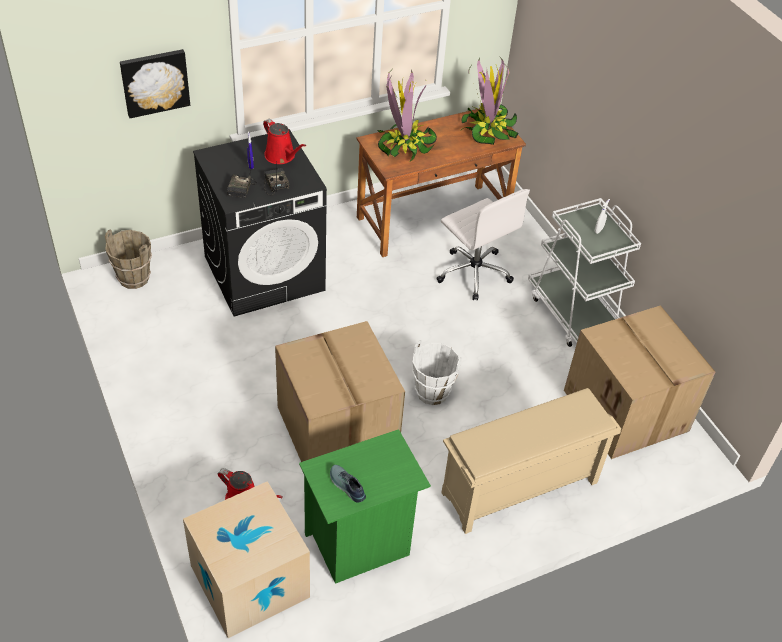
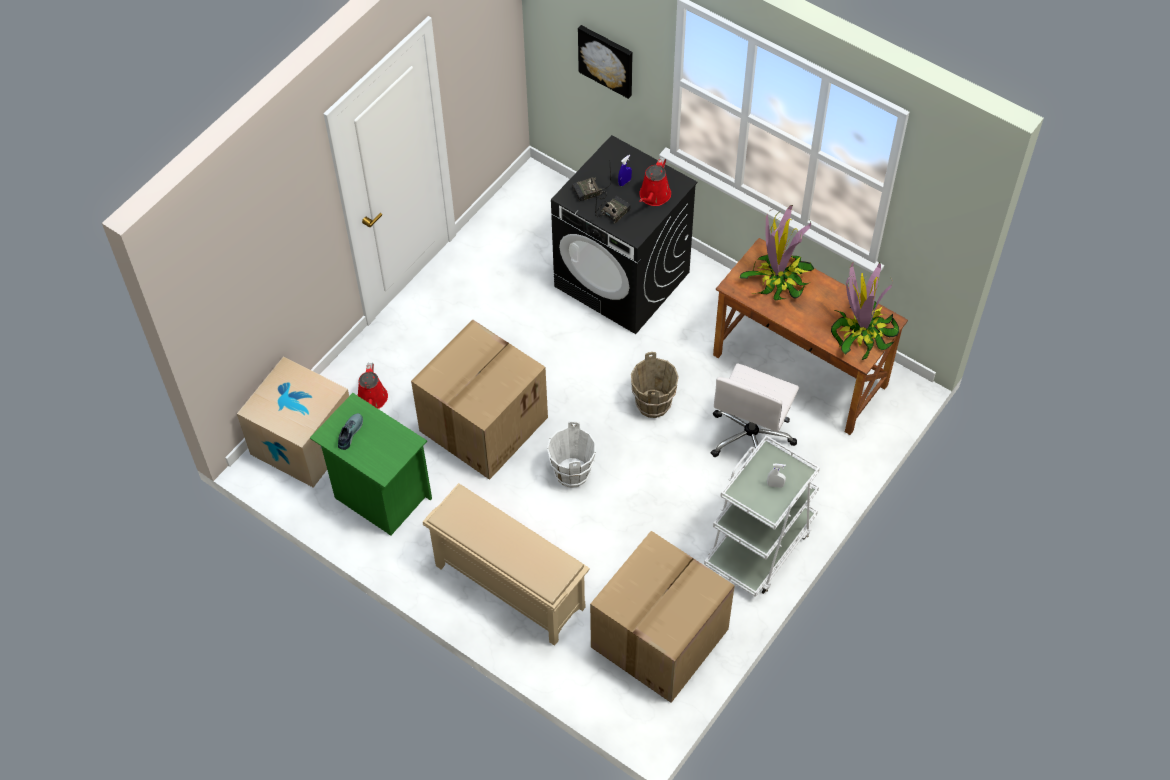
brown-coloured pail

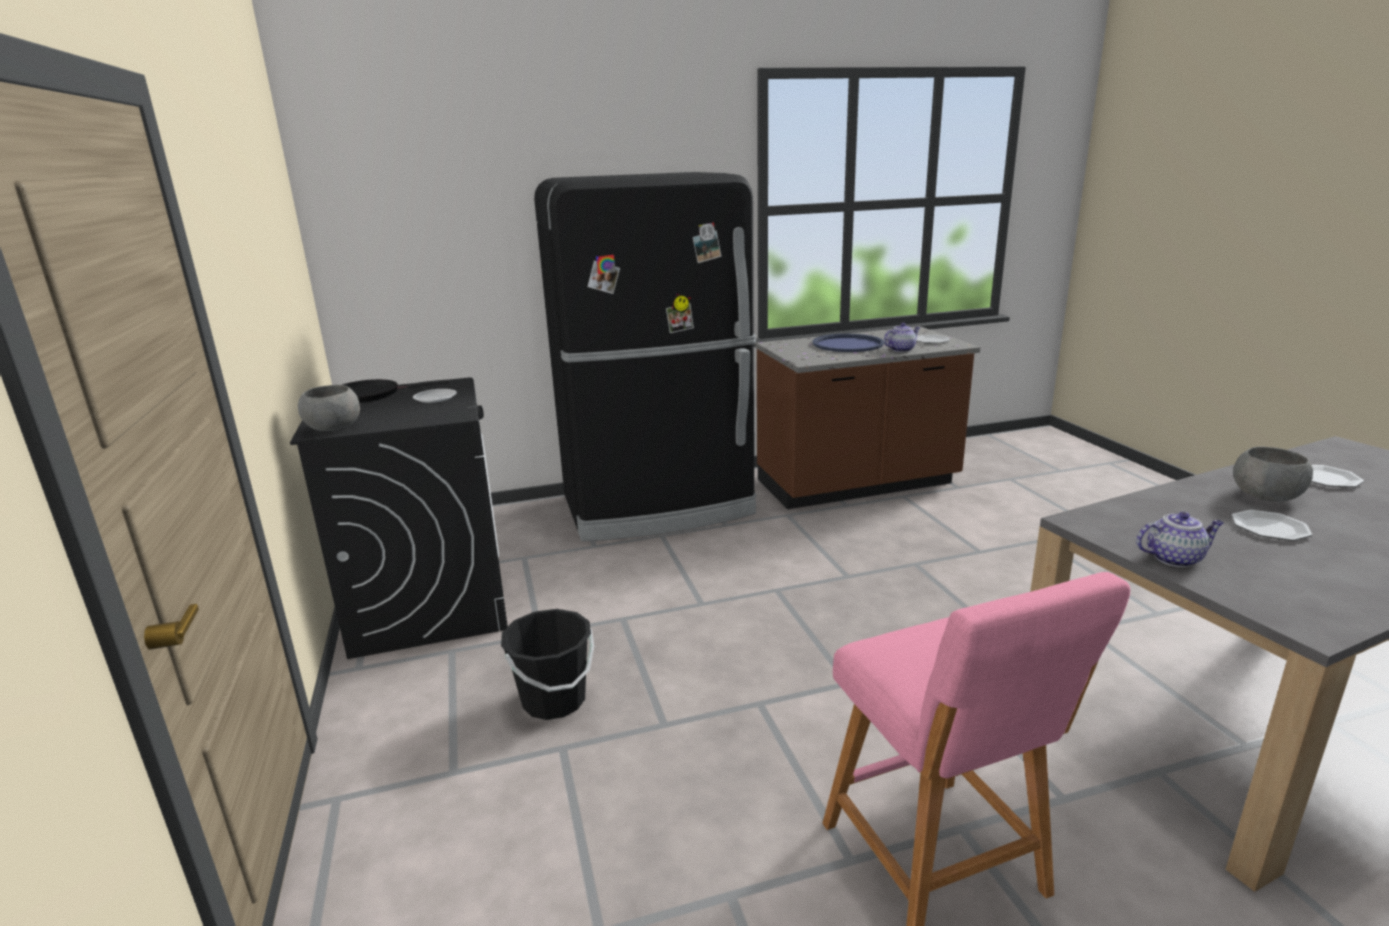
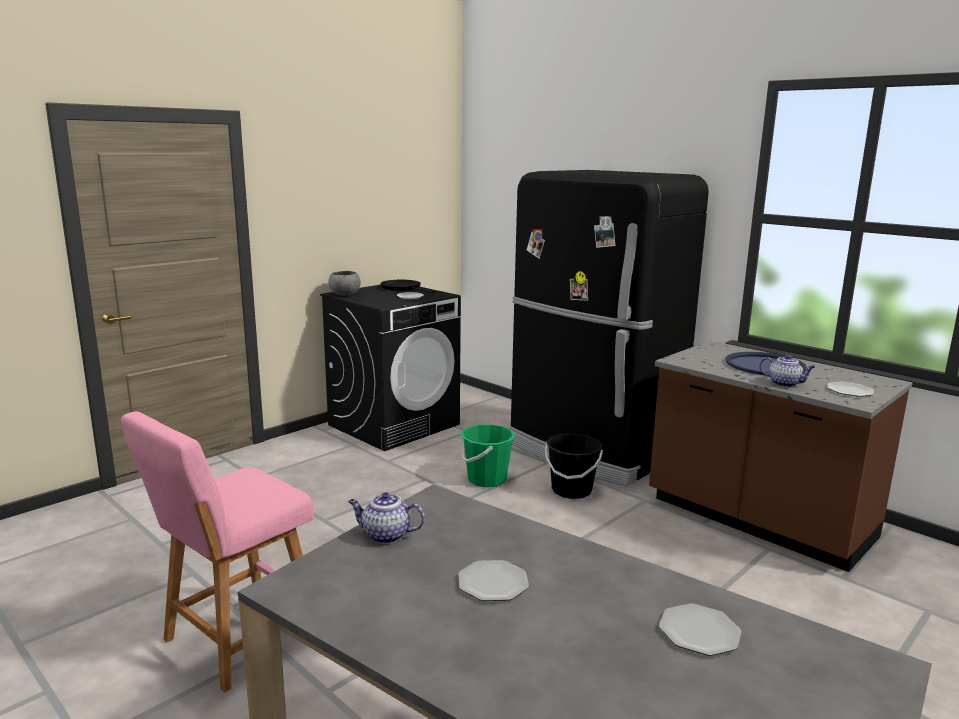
grey serving bowl (2nd from left in the first image); teapot (1st from left); black-coloured pail; green-coloured pail

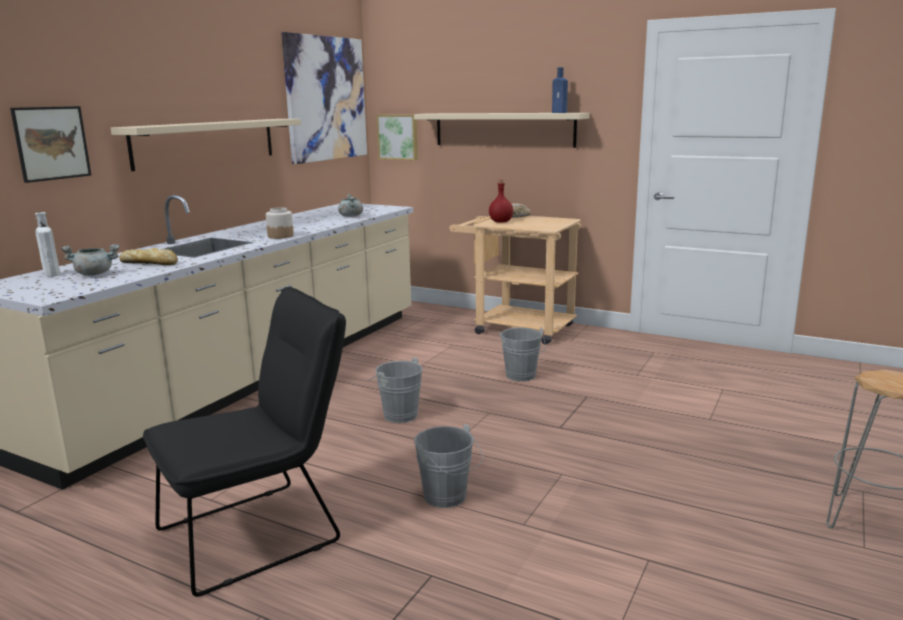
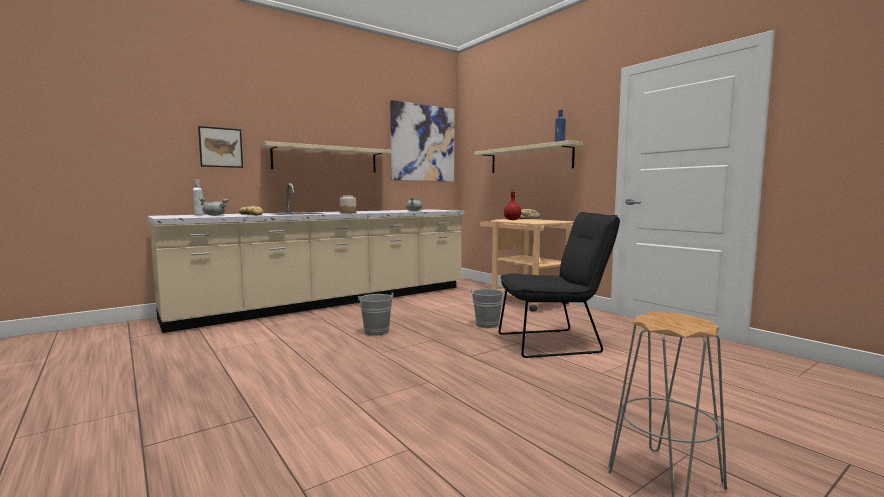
wall art (3rd from left in the first image); black-coloured chair; grey pail (2nd from left in the first image)

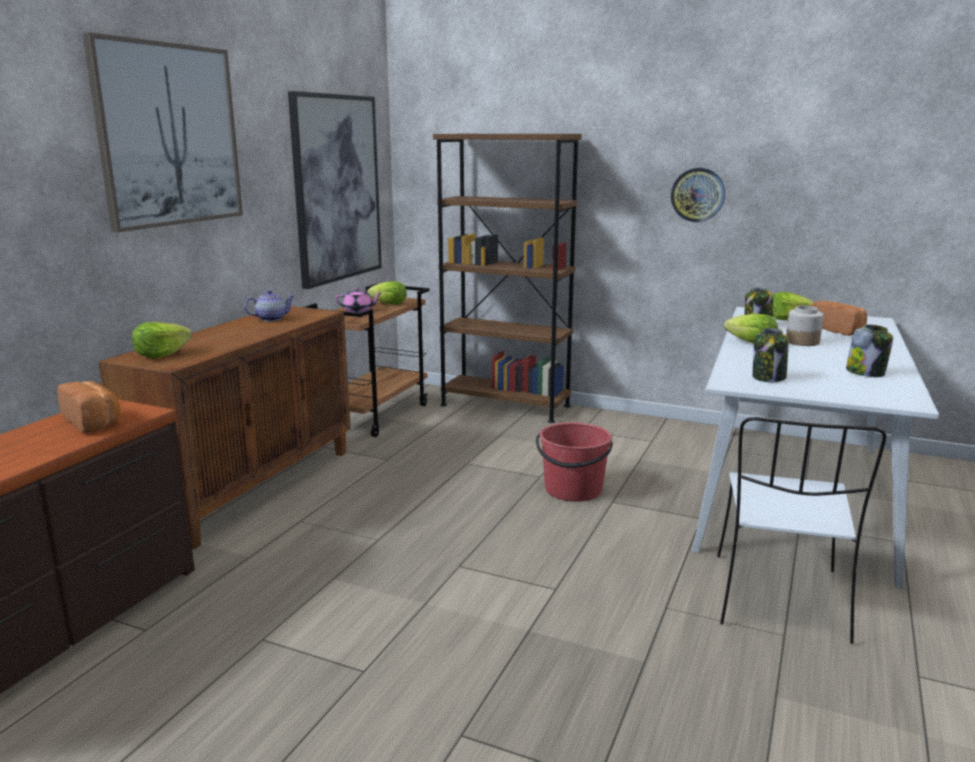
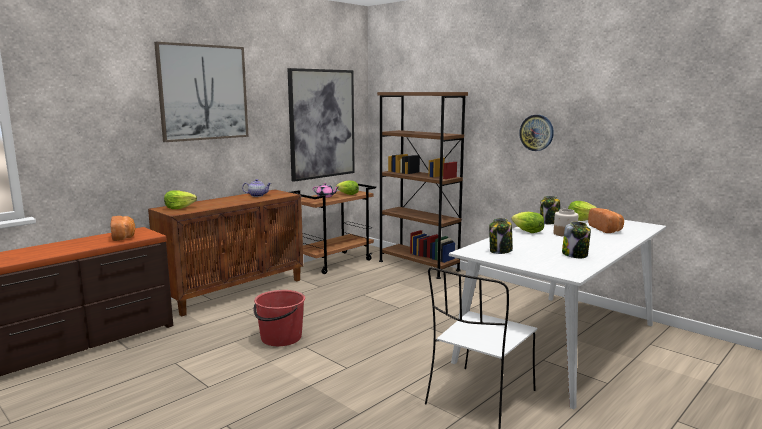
reddish pail

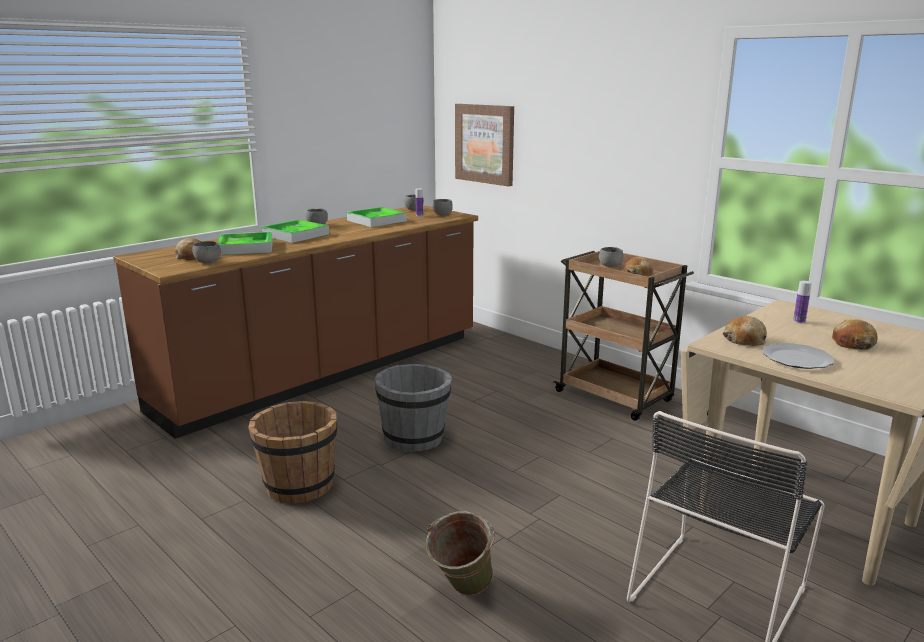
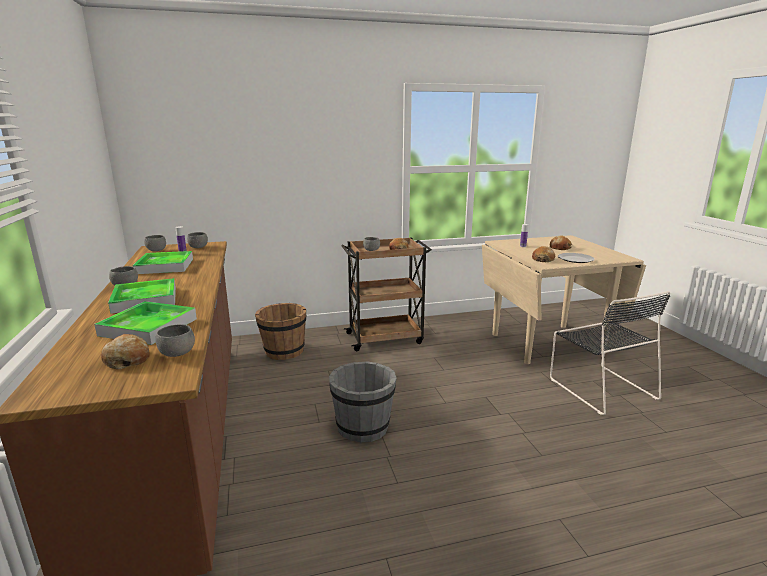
wall art; brown-coloured pail; green-coloured pail

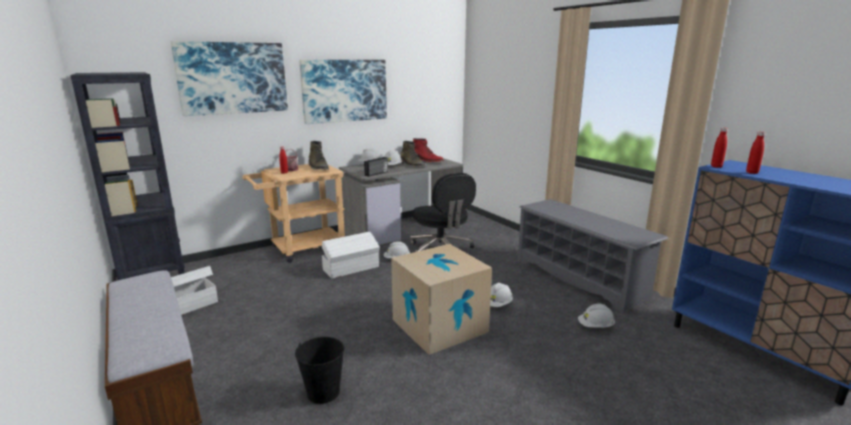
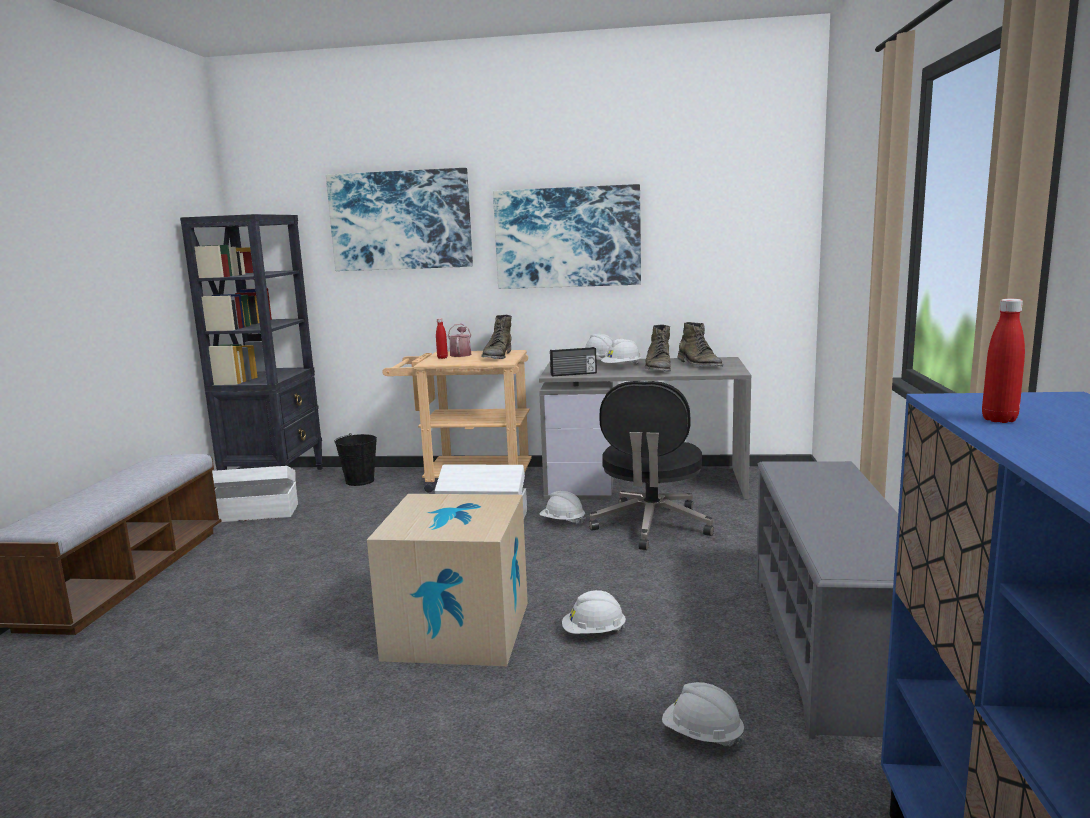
reddish beverage bottle (2nd from left in the first image); green-coloured high-top boot (3rd from left); black-coloured pail

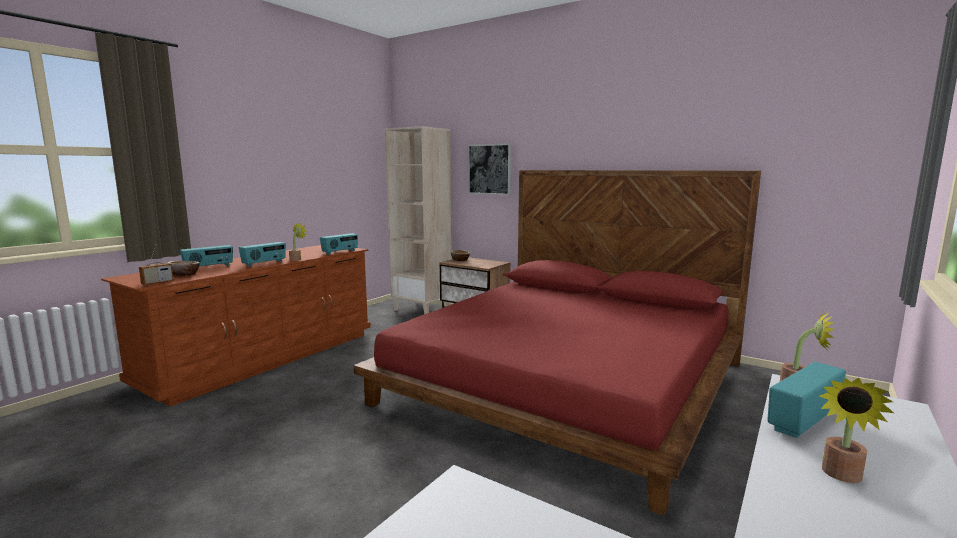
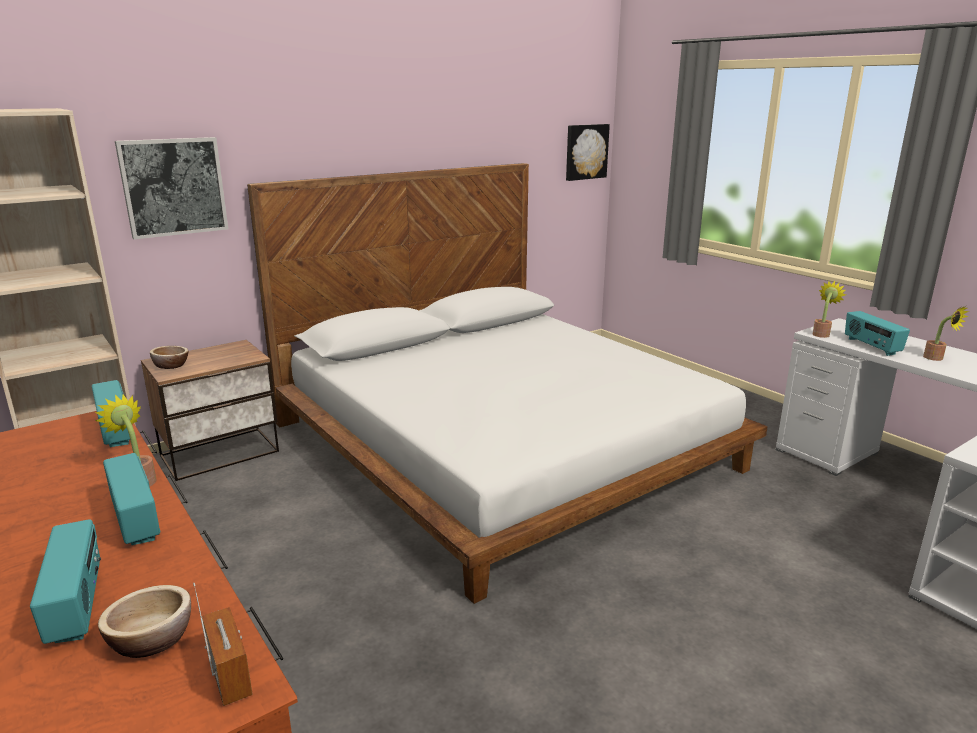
white-coloured bedroom bed; wall art (2nd from left)

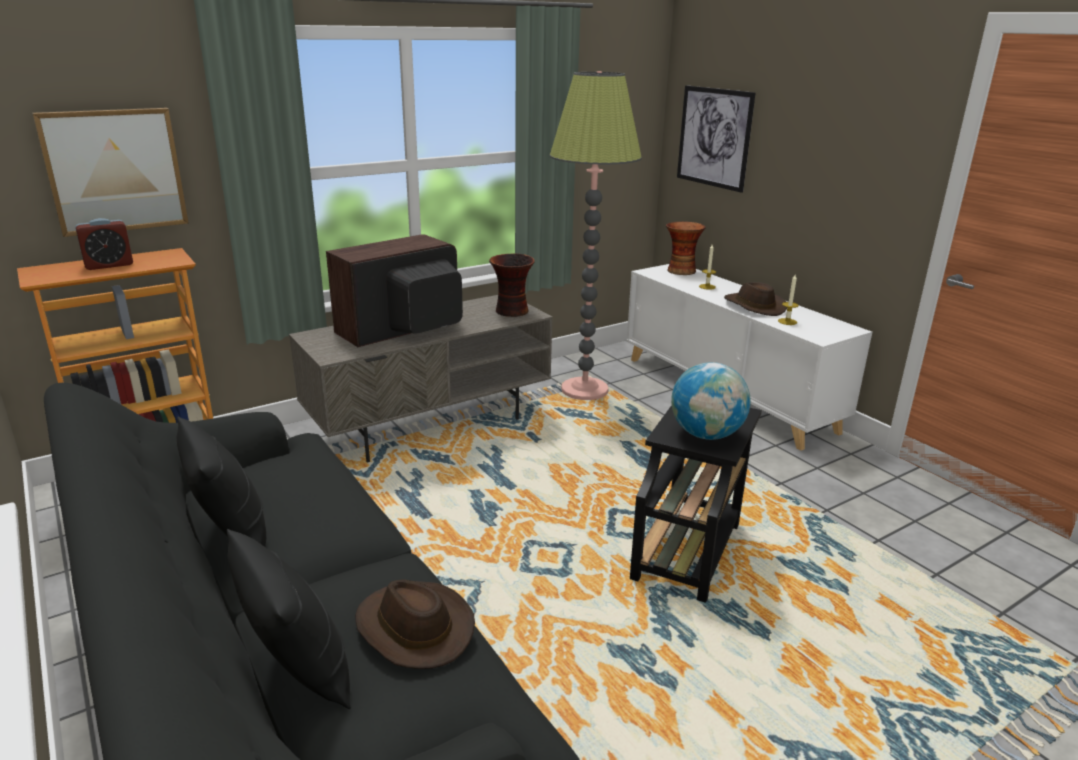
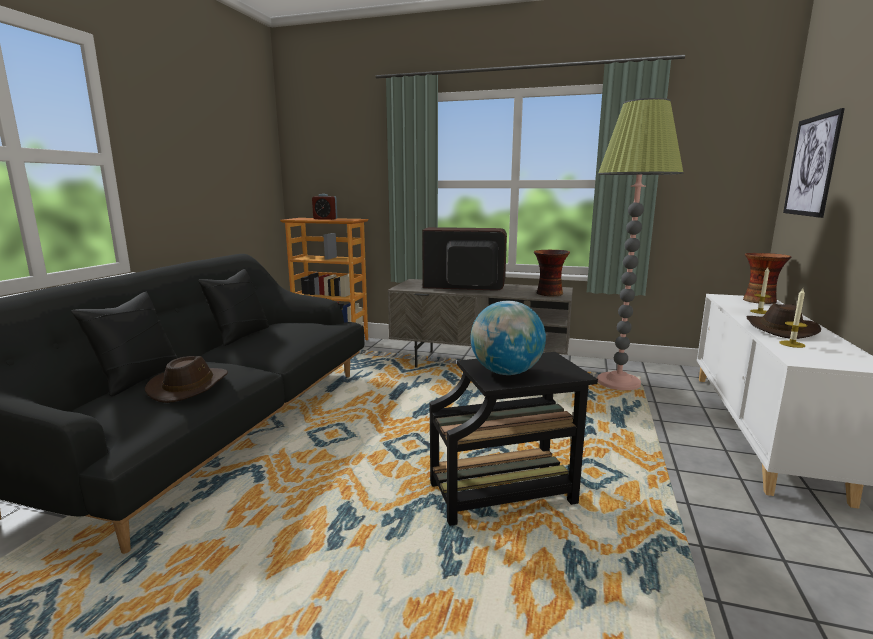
wall art (1st from left in the first image)

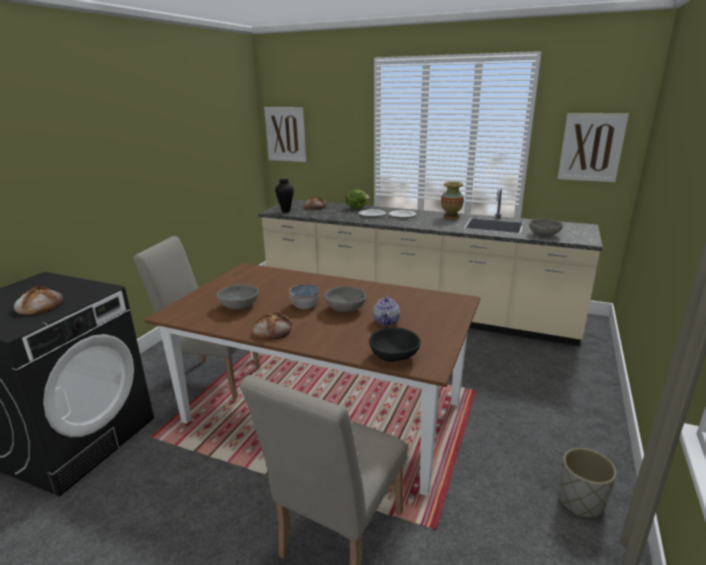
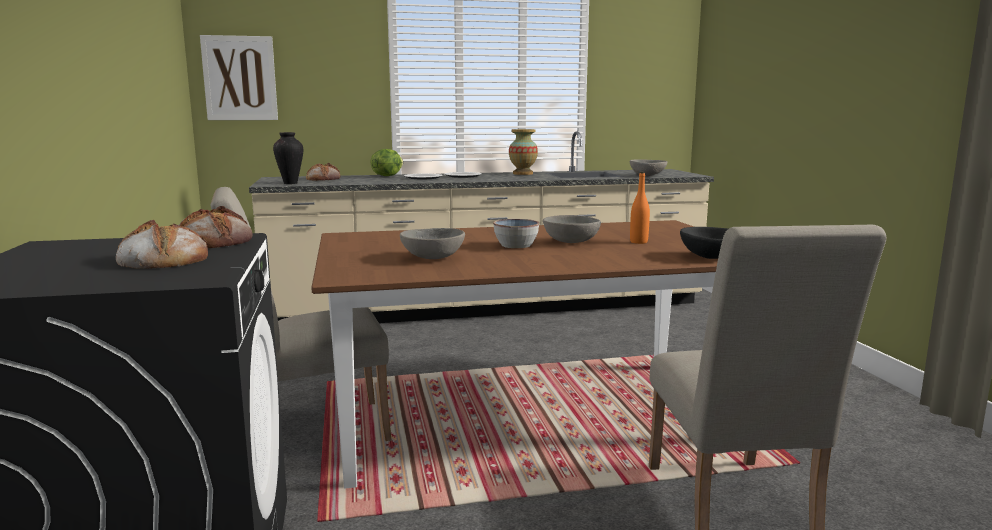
wall art (2nd from left in the first image); orange-coloured beverage bottle; baked bread (2nd from left); grey flower pot

